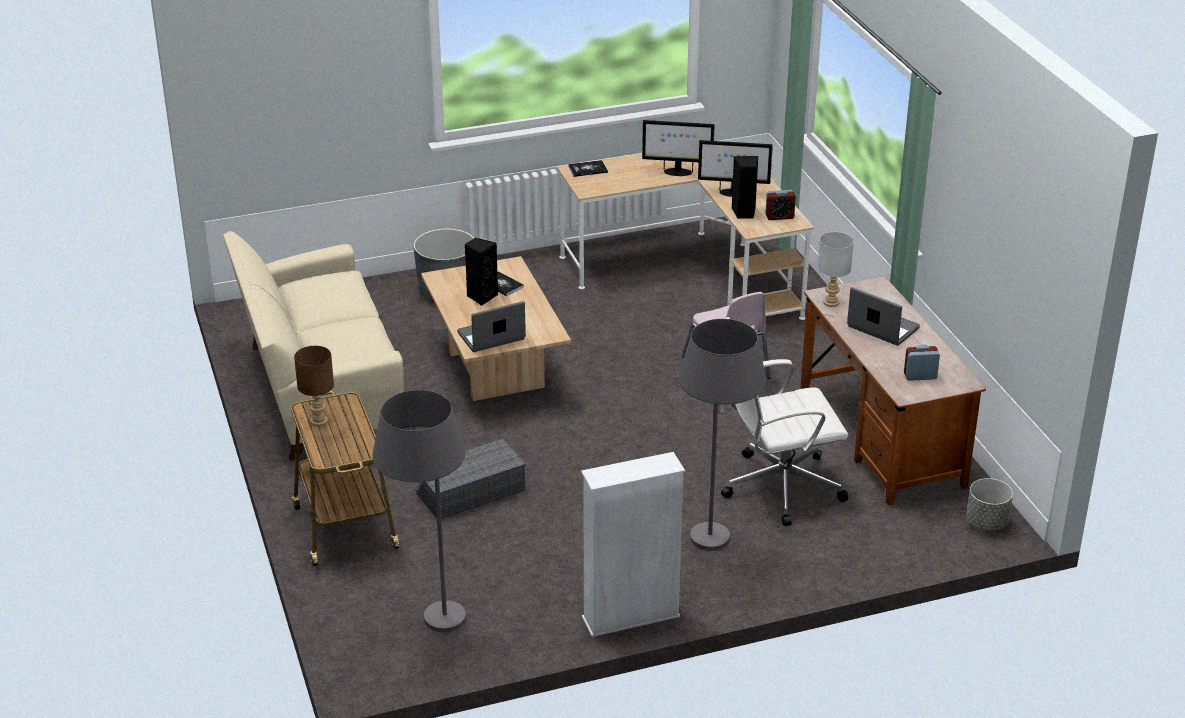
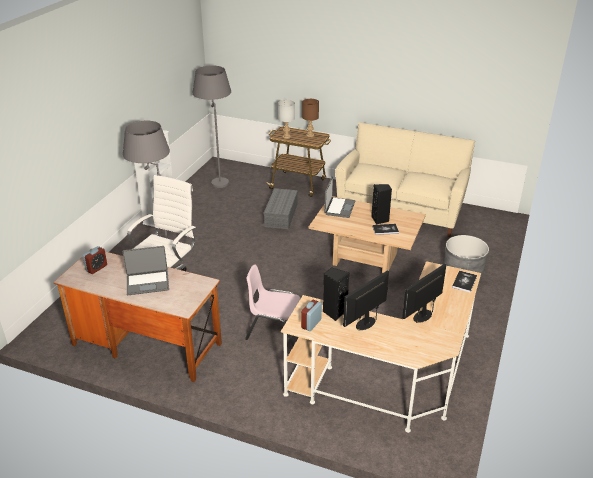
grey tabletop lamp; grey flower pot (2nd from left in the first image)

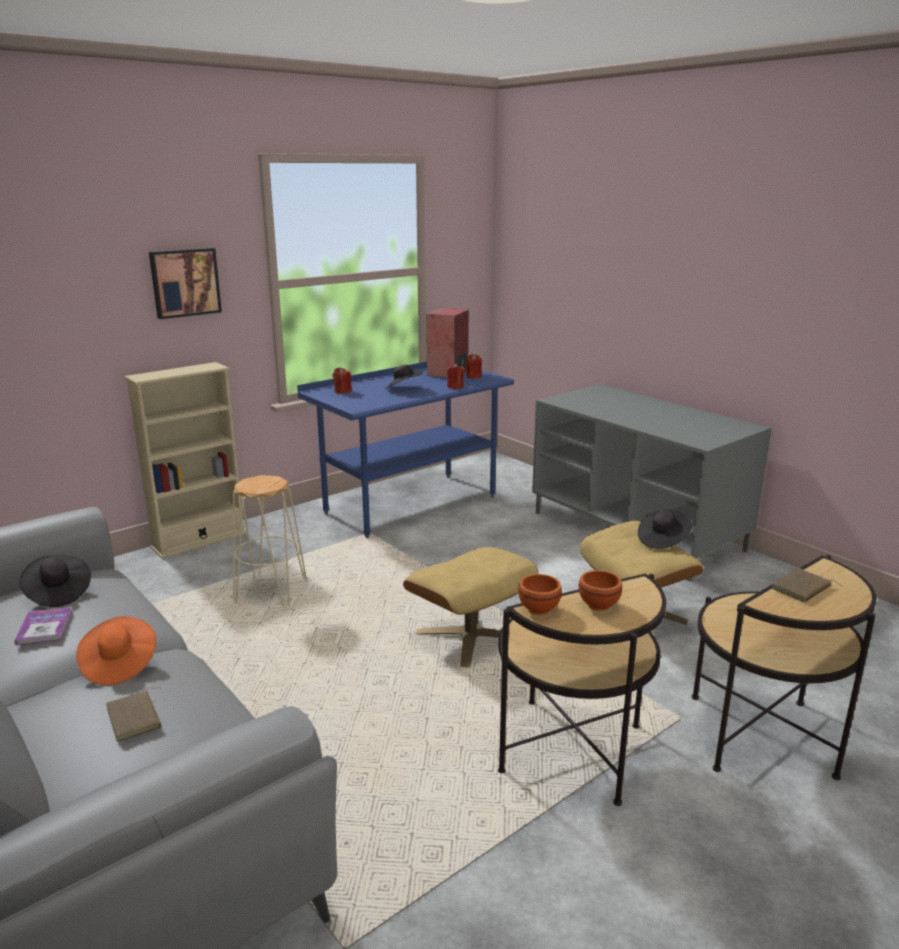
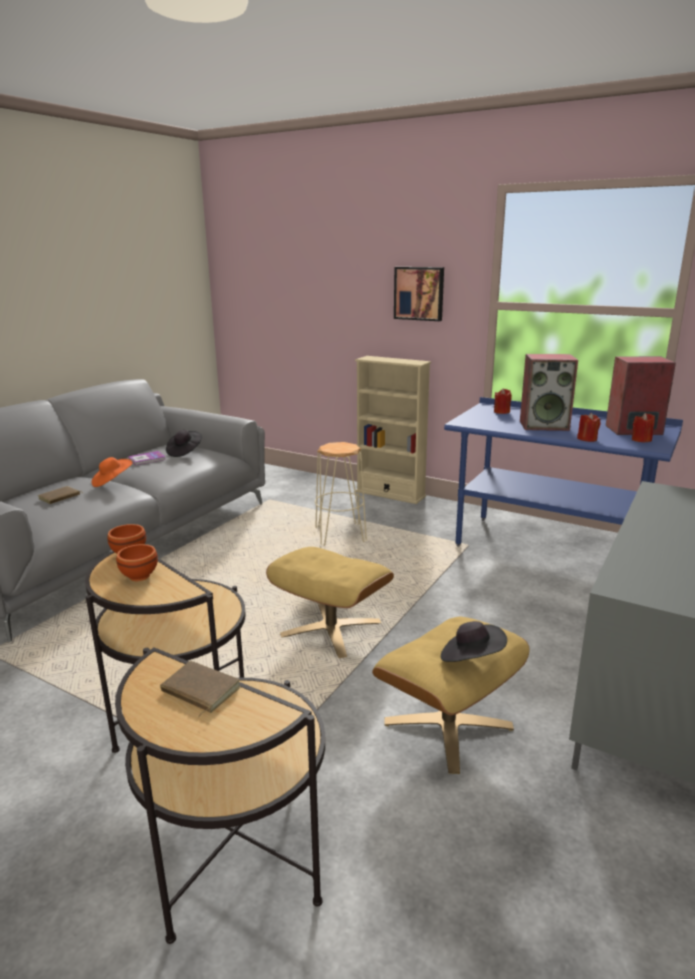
speaker (1st from left)

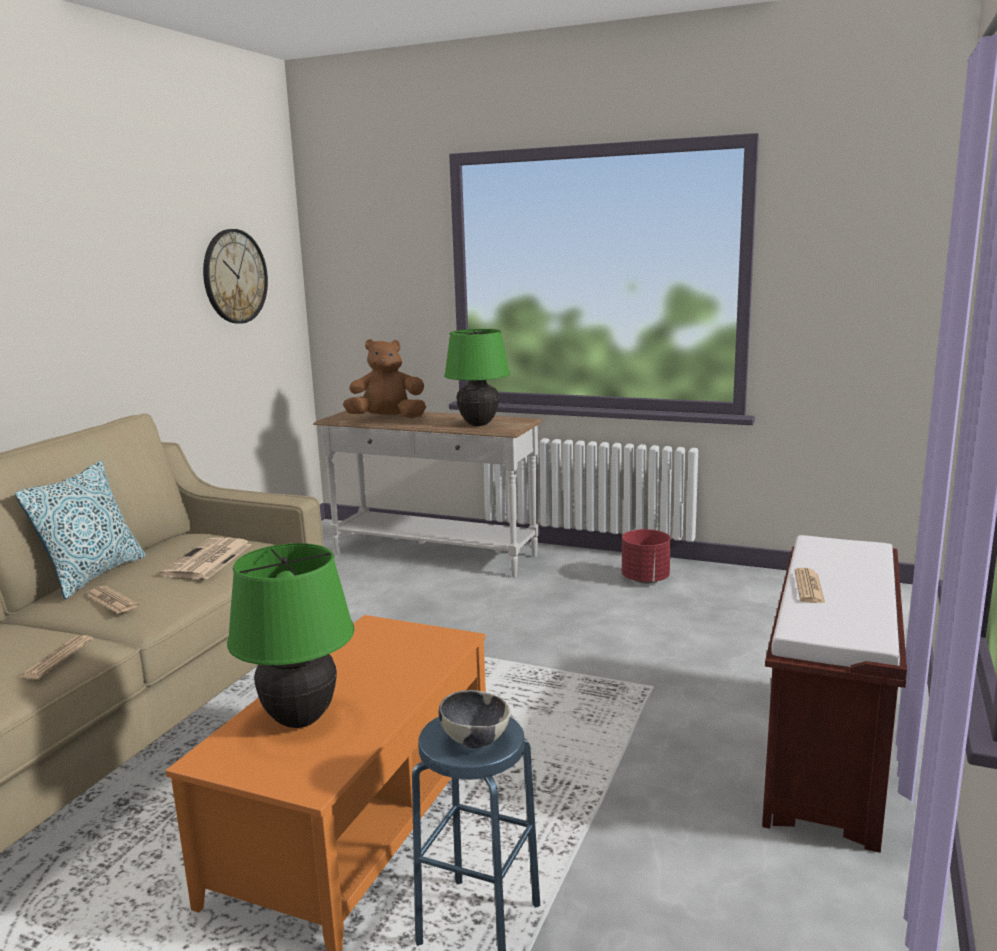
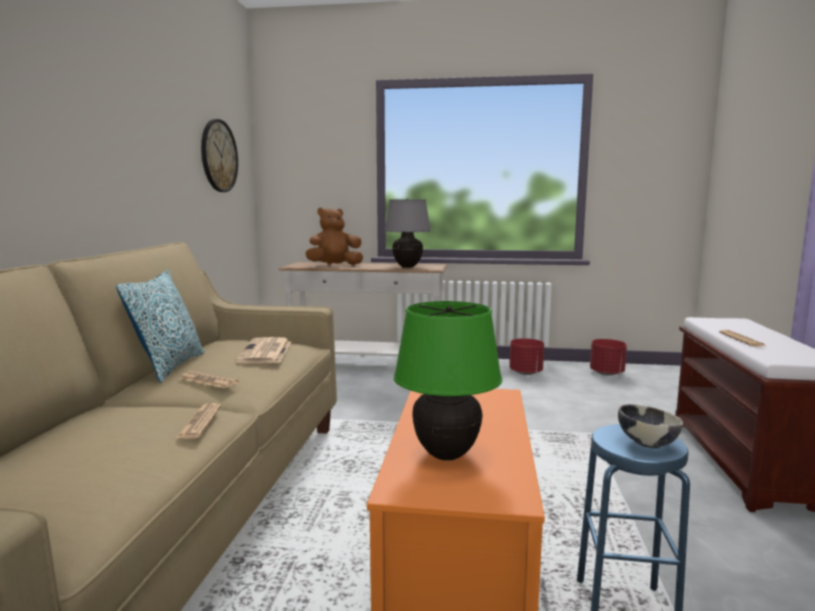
grey tabletop lamp; reddish flower pot (2nd from left)

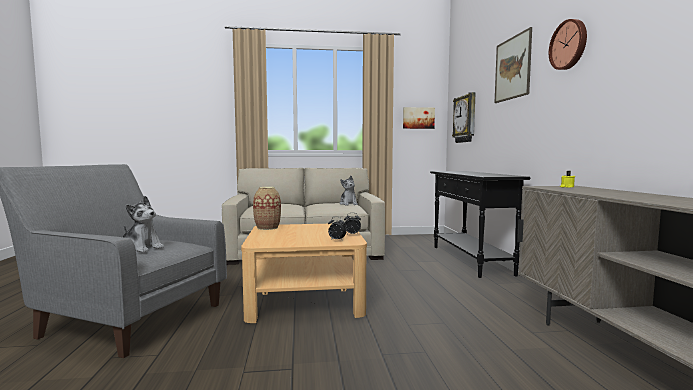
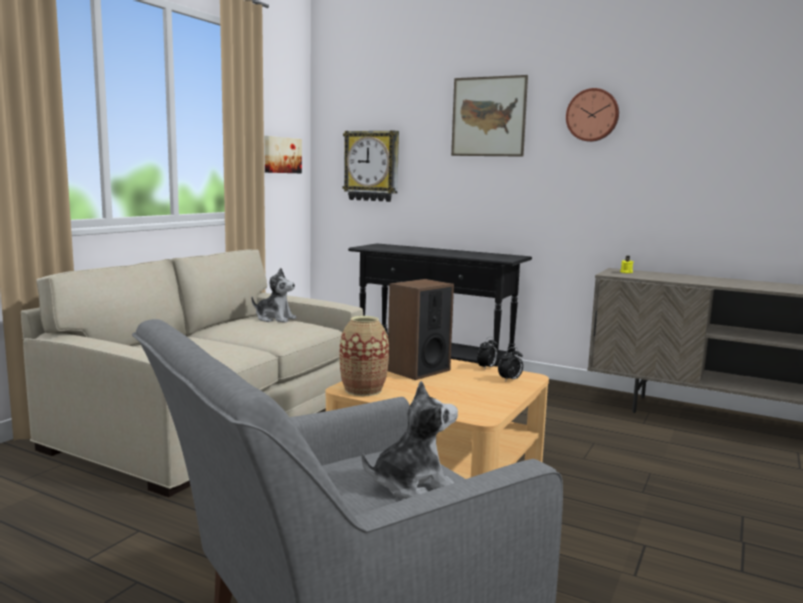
speaker

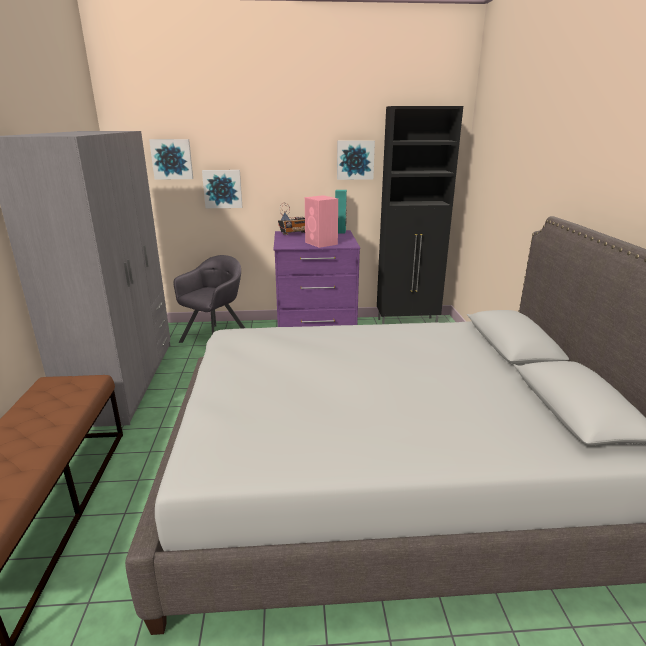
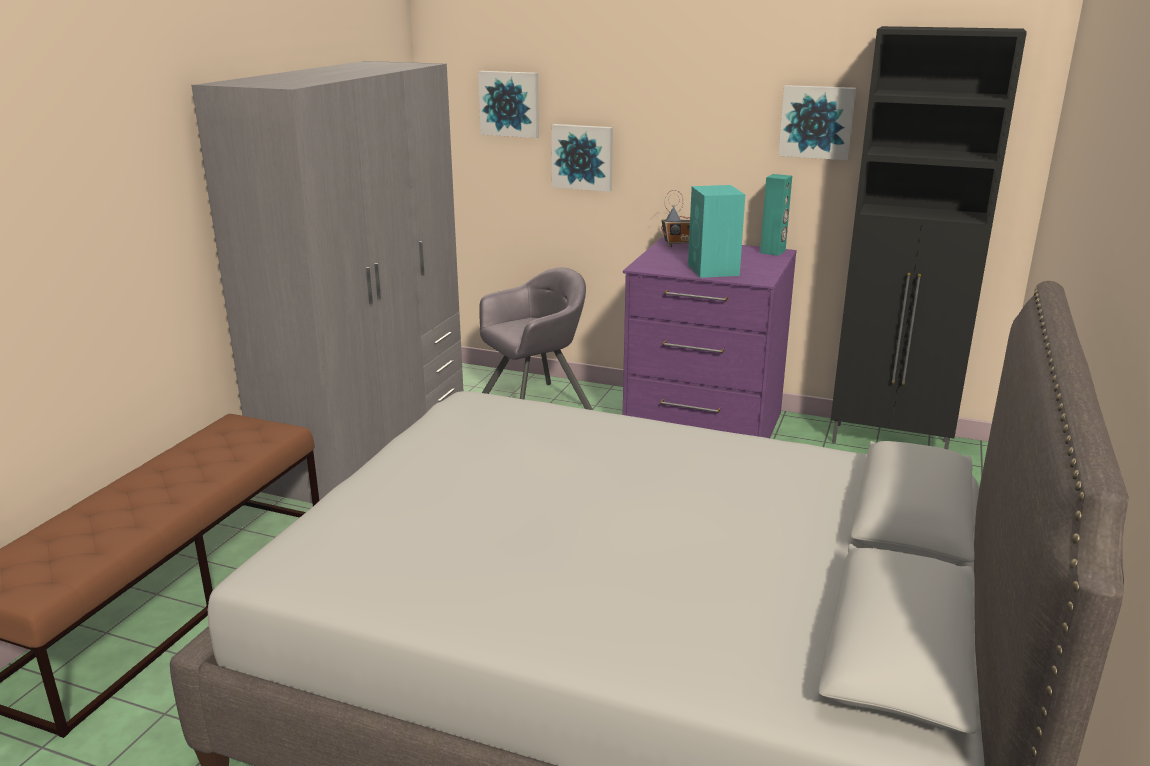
turquoise-coloured speaker (1st from left)

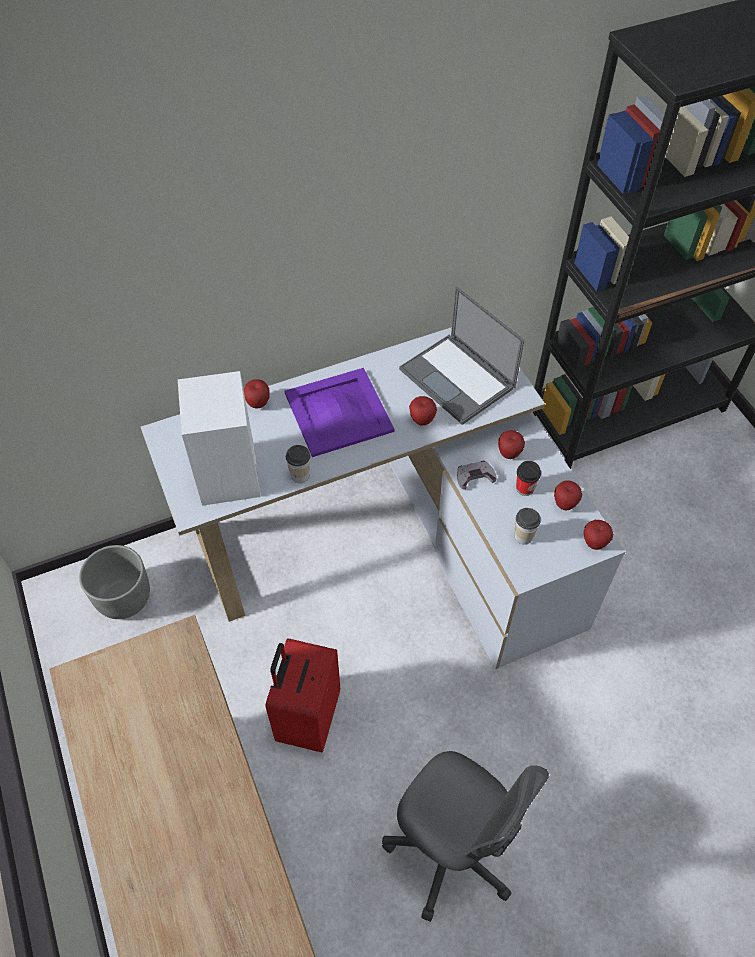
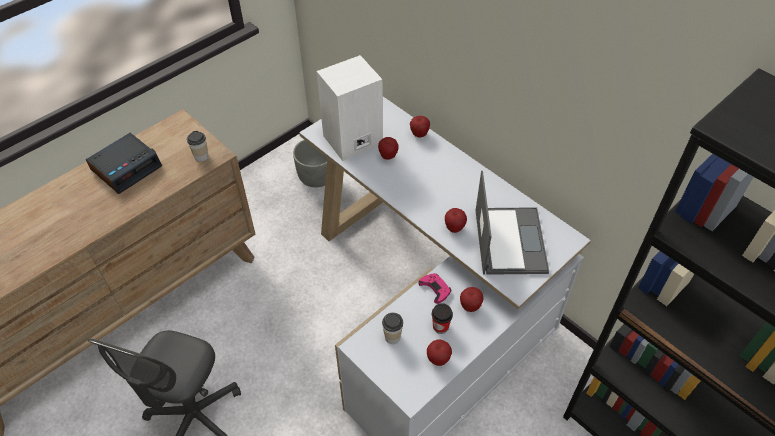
portable computer; purplish carrying tray; drinking cup (1st from left); pink gamepad; apple (1st from left); reddish suitcase; table clock

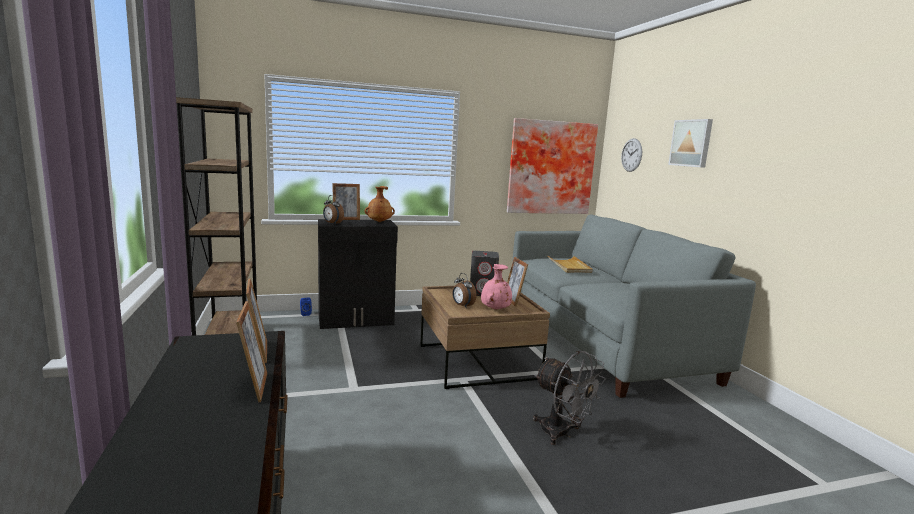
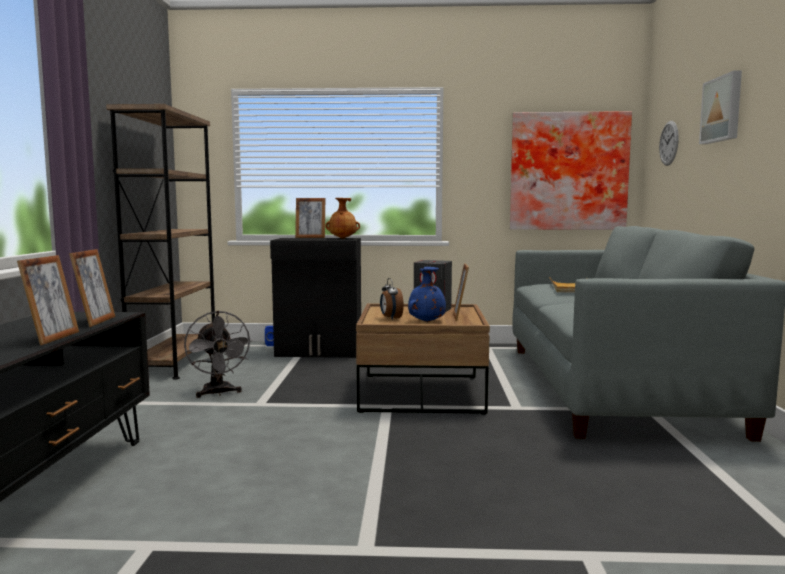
table clock (1st from left in the first image); bluish vase; grey cooling fan

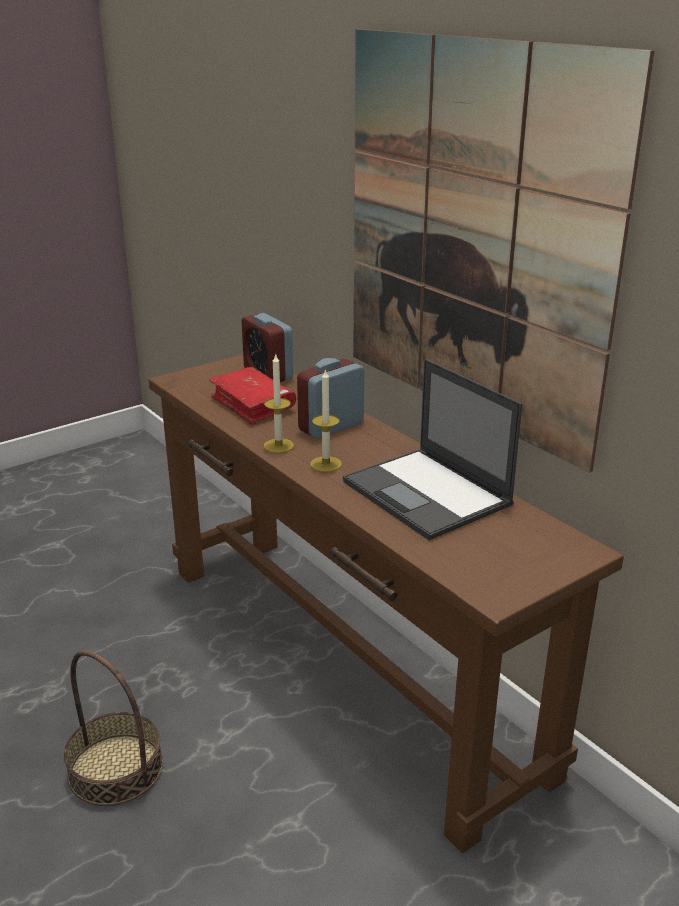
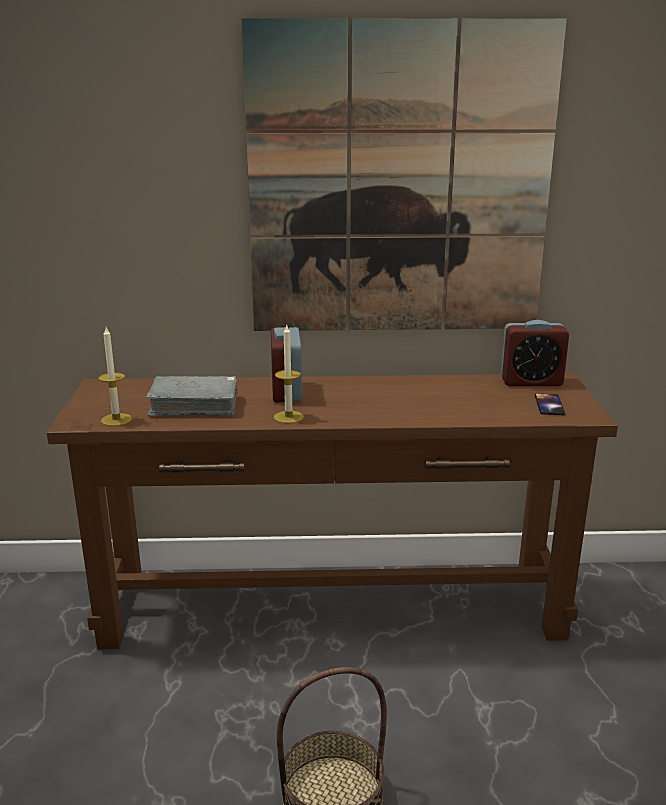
table clock (2nd from left); portable computer; grey bound book; wax candle (1st from left); telephone

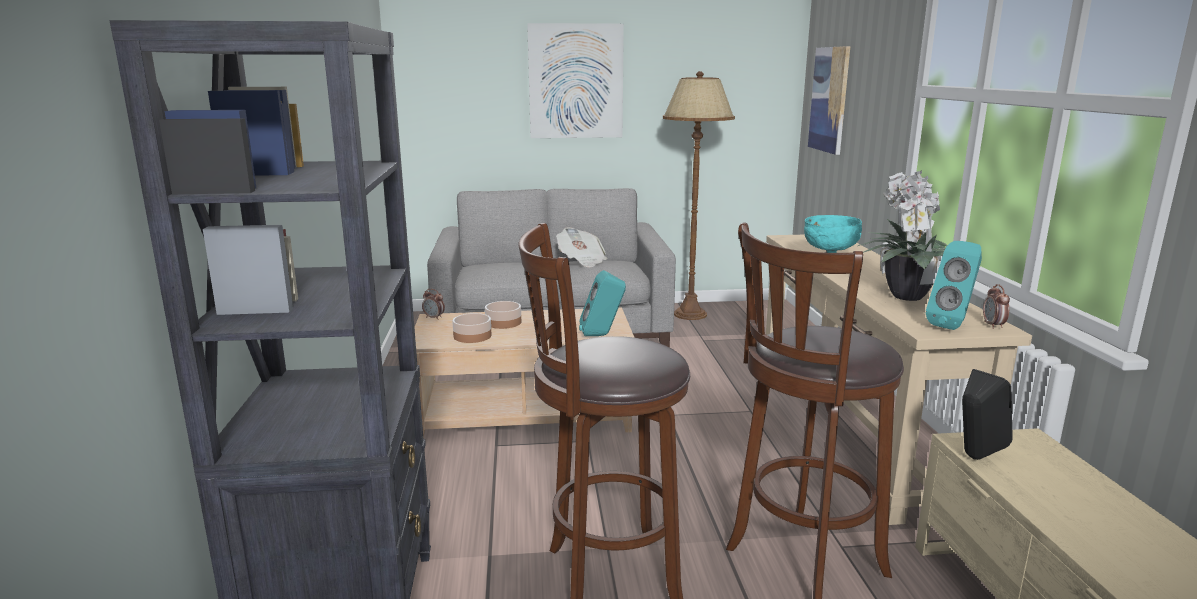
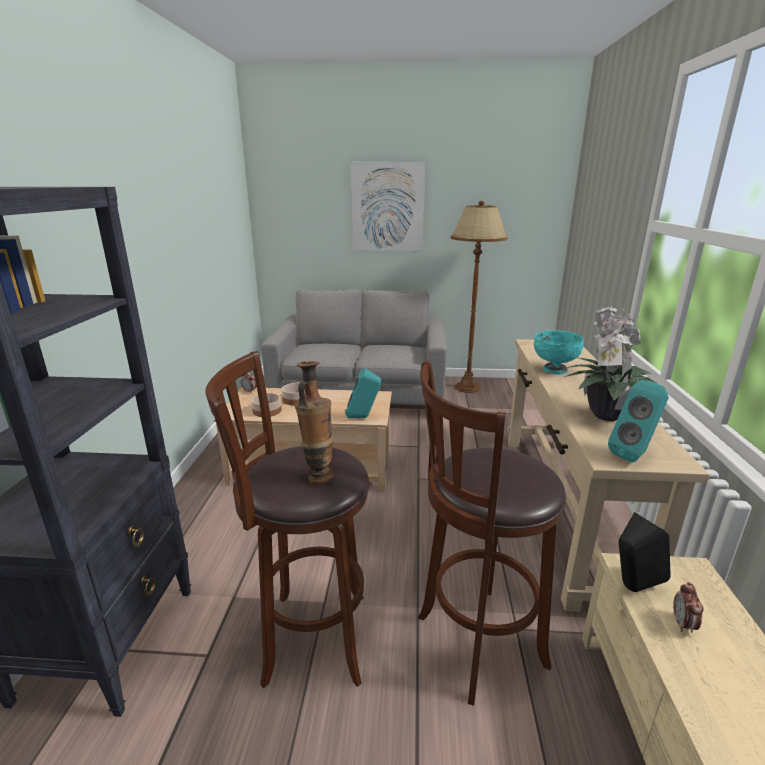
wall art (2nd from left in the first image); printed paper; table clock (2nd from left); vase

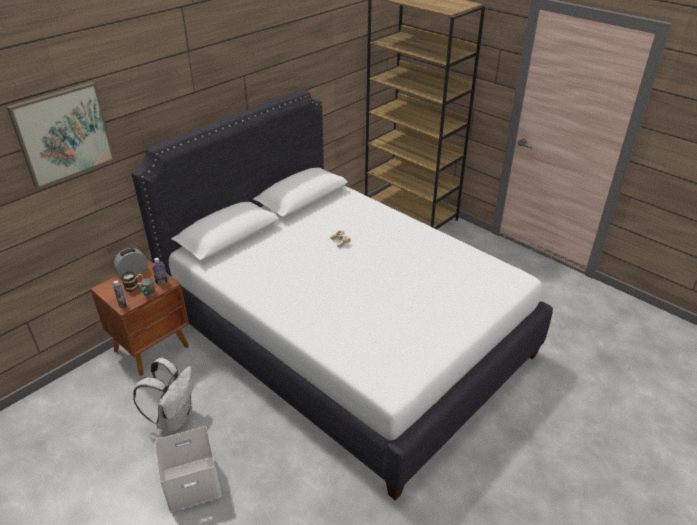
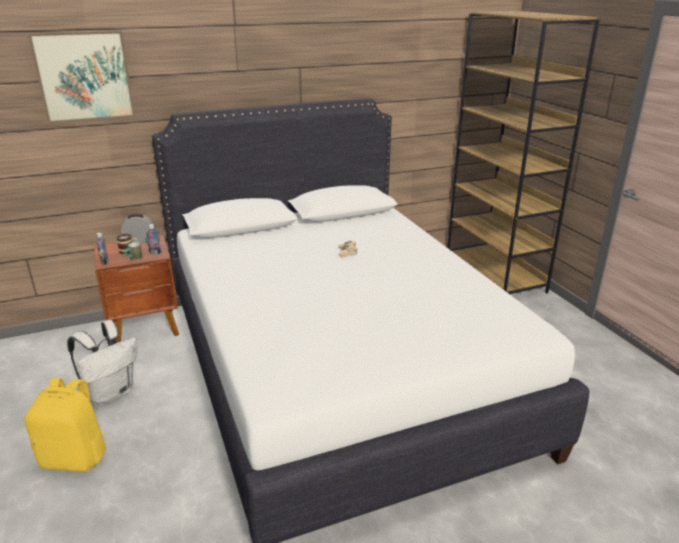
yellowish backpack

